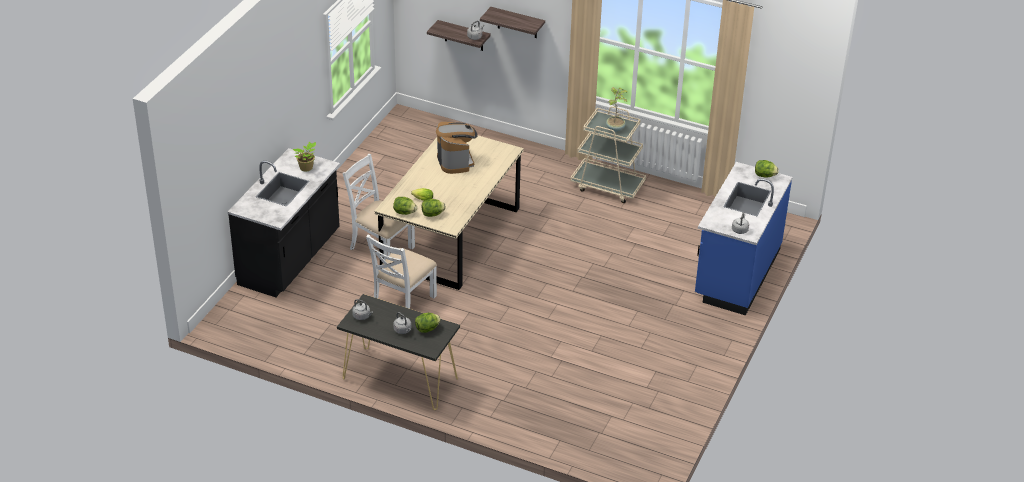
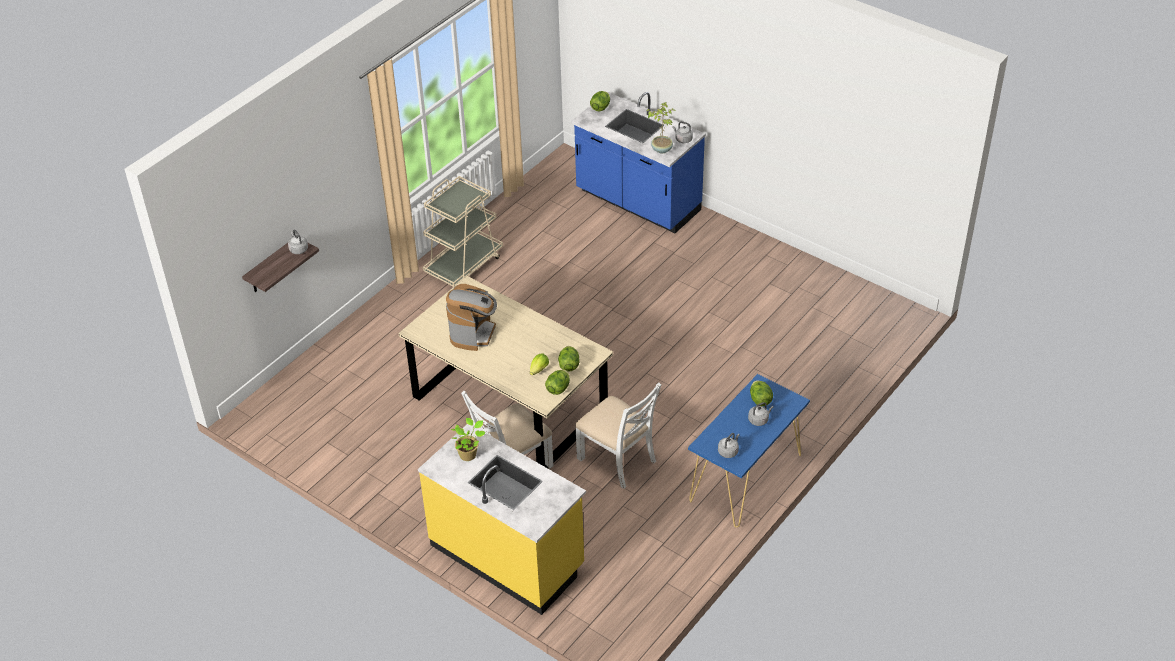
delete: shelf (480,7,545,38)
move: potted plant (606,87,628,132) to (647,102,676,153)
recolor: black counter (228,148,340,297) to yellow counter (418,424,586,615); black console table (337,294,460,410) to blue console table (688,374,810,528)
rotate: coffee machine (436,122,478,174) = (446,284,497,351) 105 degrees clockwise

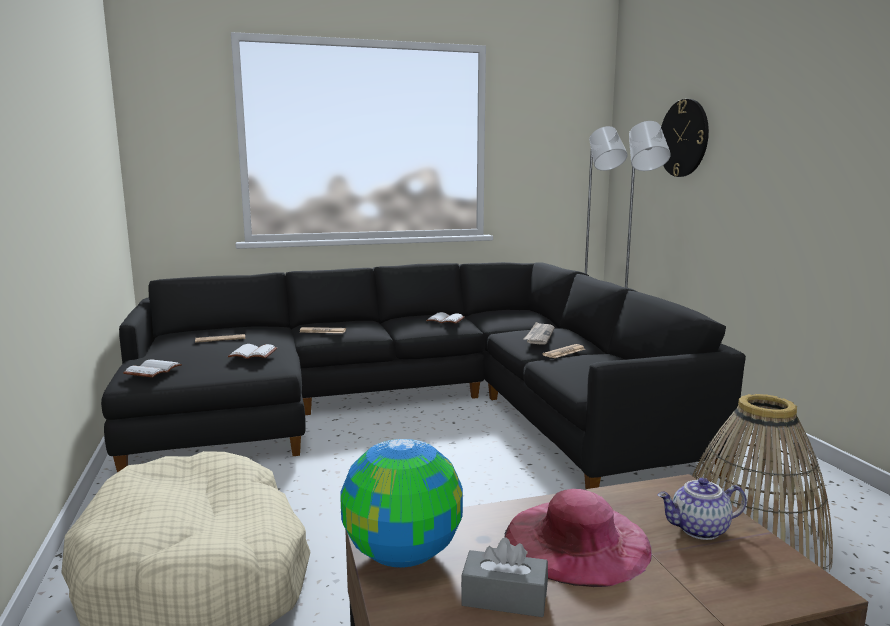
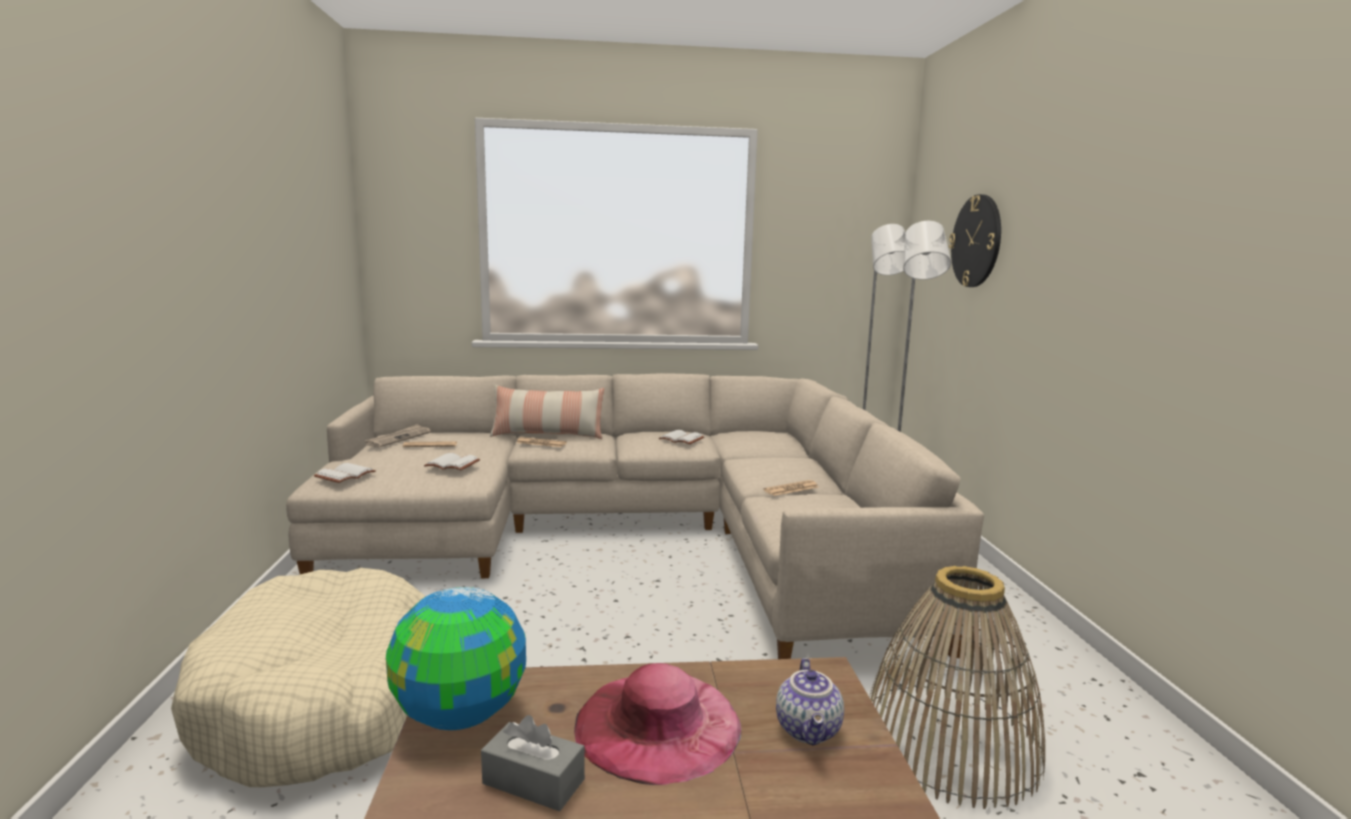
insert: pillow (490,385,604,439)
move: newspaper (524,322,555,345) to (365,424,431,448)
recolor: black sofa (101,262,746,489) to beige sofa (286,373,984,659)
rotate: teapot (658,478,747,540) = (776,658,844,746) 90 degrees counterclockwise

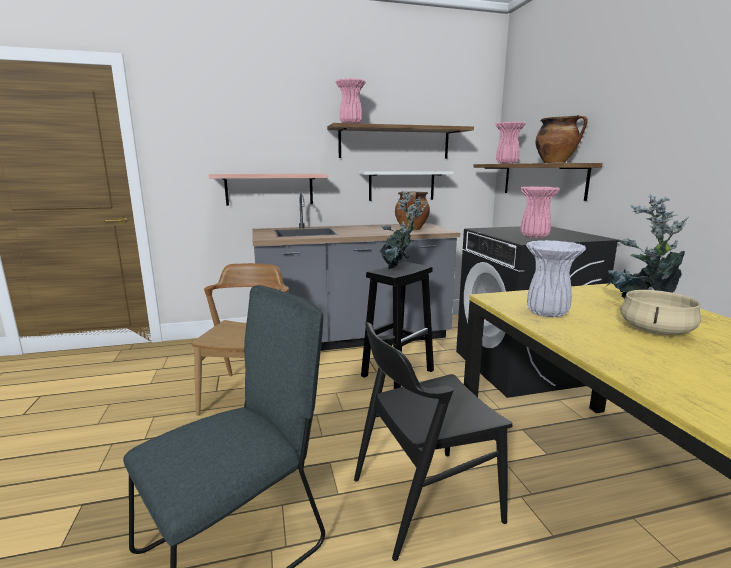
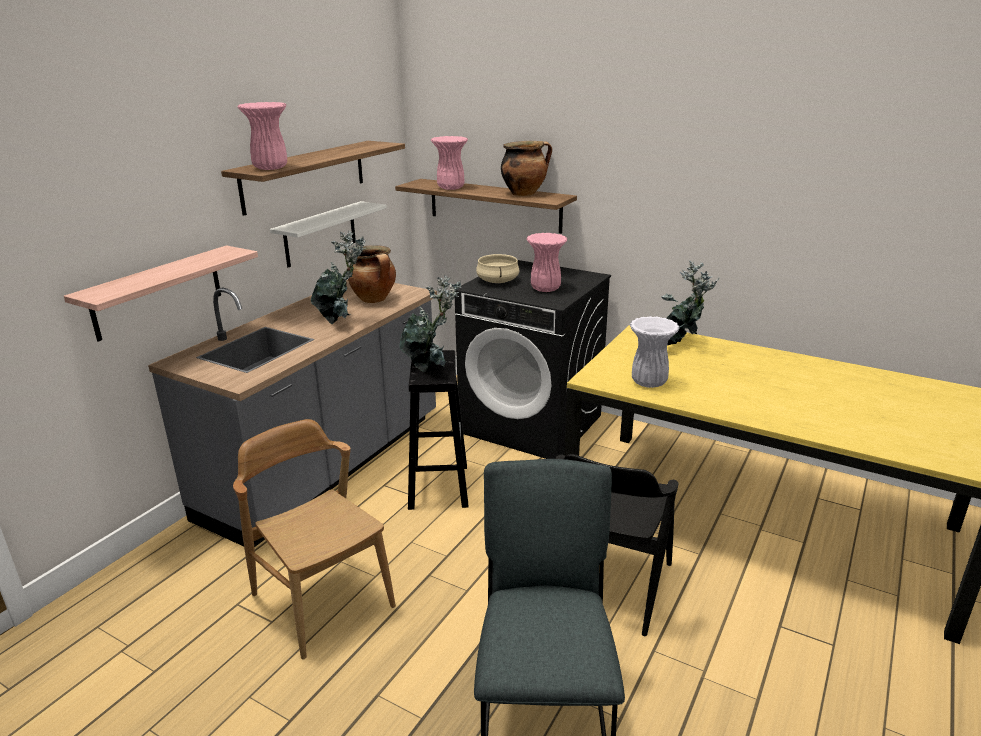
insert: potted plant (311,231,366,324)
move: beige cooking pot (620,290,701,335) to (476,254,519,283)

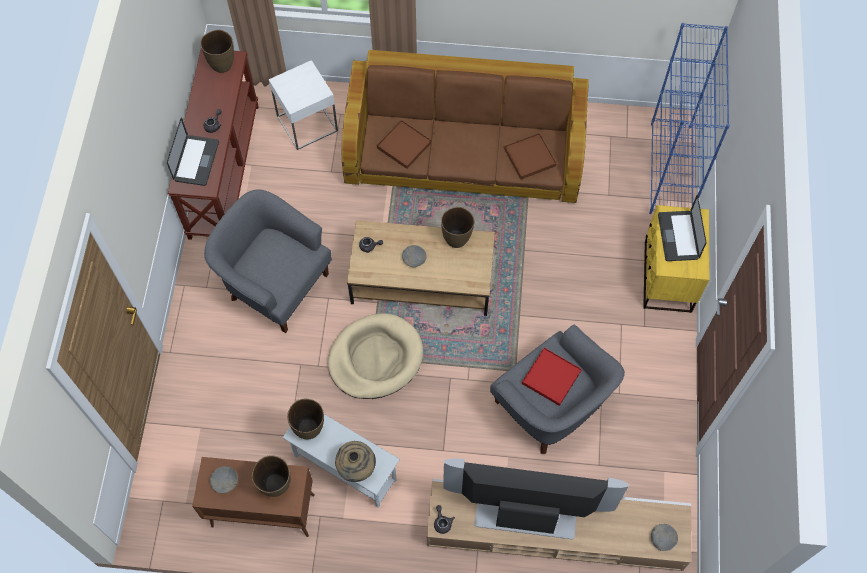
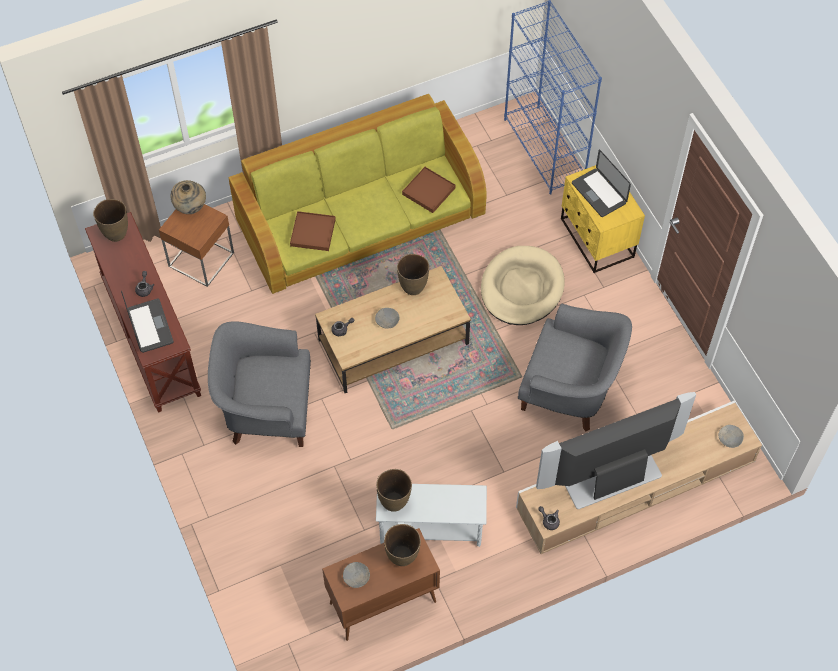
delete: red tray (522,348,582,406)
move: beige dog bed (328,313,423,399) to (481,246,565,325); beige vase (335,441,376,482) to (171,180,206,214)
recolor: white side table (269,60,338,150) to brown side table (159,204,234,287); brown sofa (342,50,589,203) to green sofa (229,94,487,294)

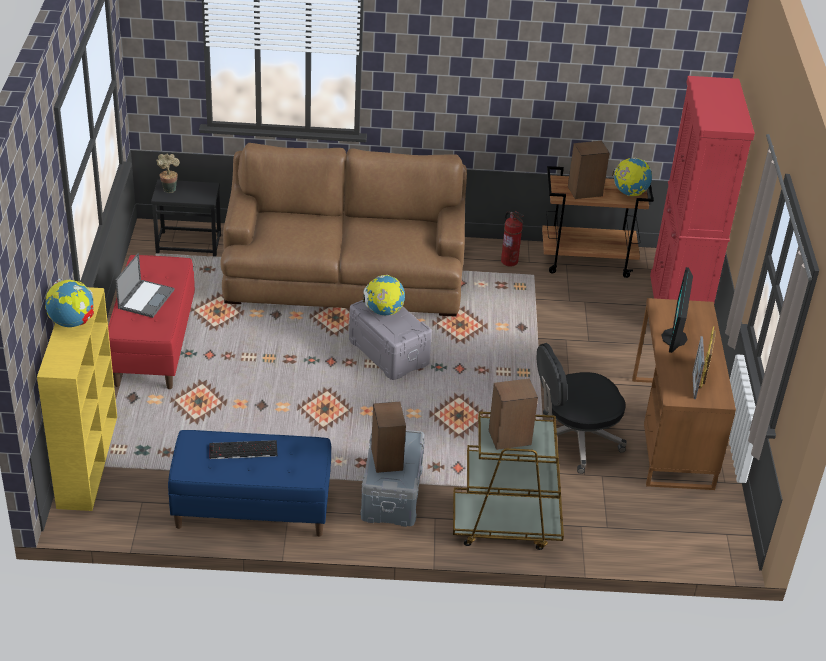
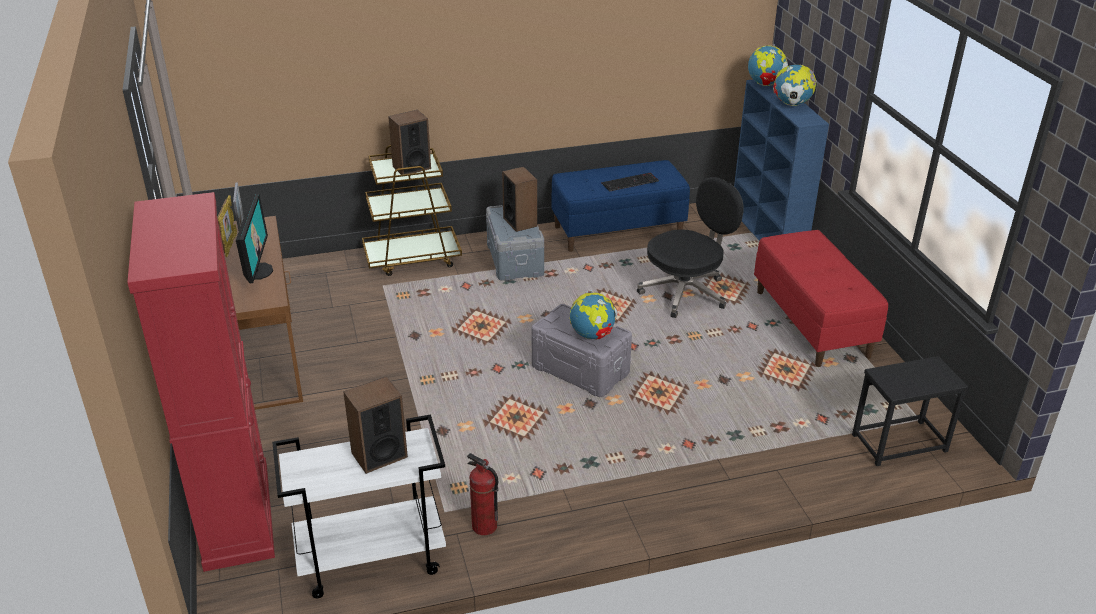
delete: laptop (115,253,174,318); potted plant (156,154,180,193); brown sofa (220,143,467,317)
move: black office chair (537,343,627,474) to (637,177,744,318); globe (612,157,652,196) to (748,44,789,86)
recolor: yellow bookcase (37,287,117,511) to blue bookcase (734,80,829,241); brown cart (542,166,653,278) to white cart (272,414,446,598)

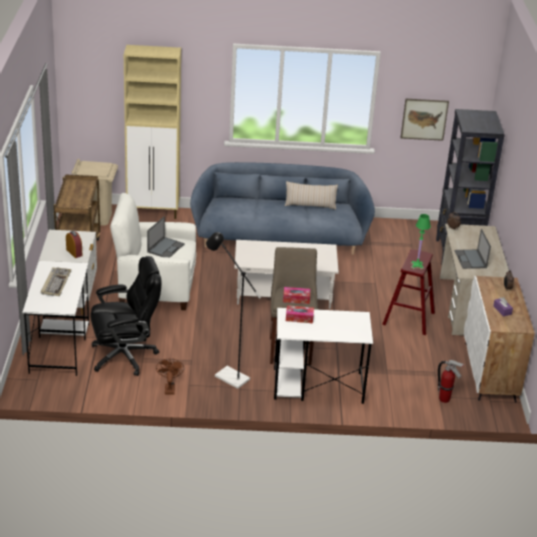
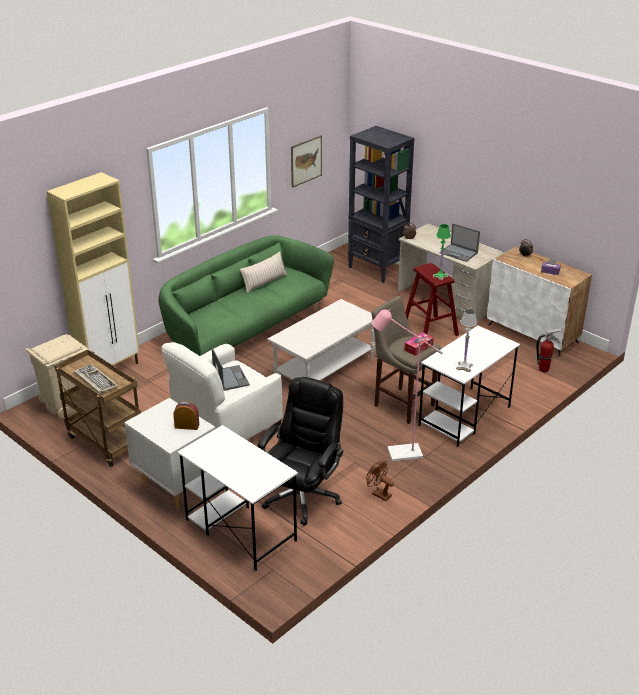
delete: tissue box (286,305,314,323)
insert: white table lamp (456,309,477,372)
move: keyboard (41,267,71,296) to (74,364,118,394)
recolor: blue sofa (190,162,375,255) to green sofa (158,235,334,356); black floor lamp (206,232,261,389) to pink floor lamp (371,309,443,461)

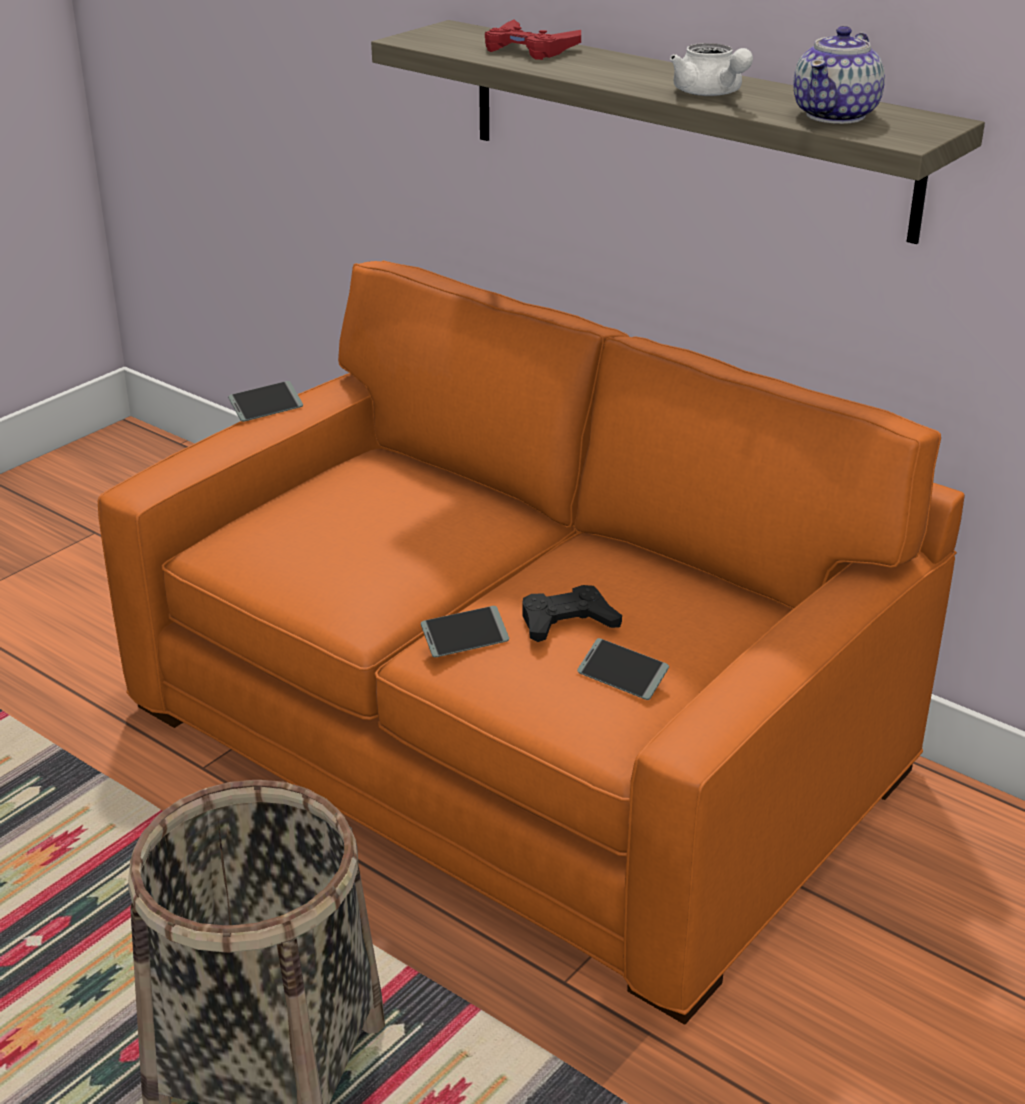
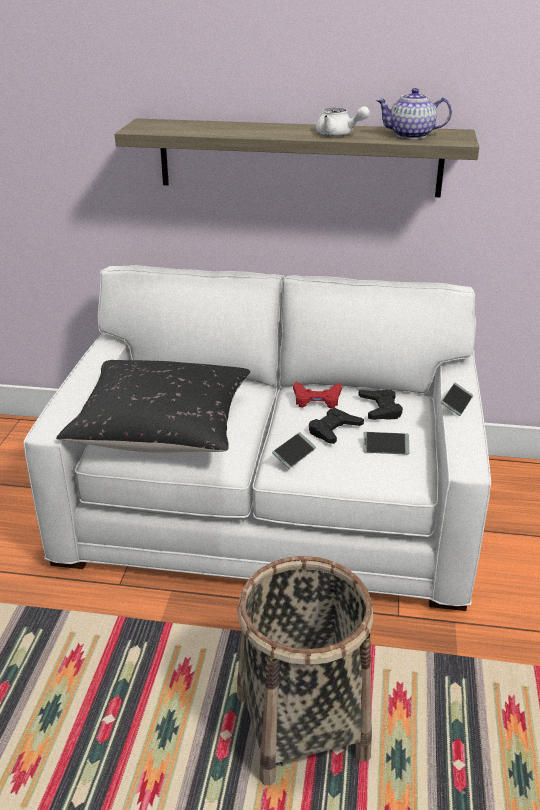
insert: black pillow (56,360,250,452); black game controller (358,390,403,420)
move: phone (228,381,303,422) to (441,383,473,416); red game controller (485,20,581,60) to (293,382,342,409)
recolor: orange sofa (98,260,965,1025) to white sofa (24,265,491,611)
rotate: teapot (793,26,885,124) = (376,88,452,139) 90 degrees clockwise

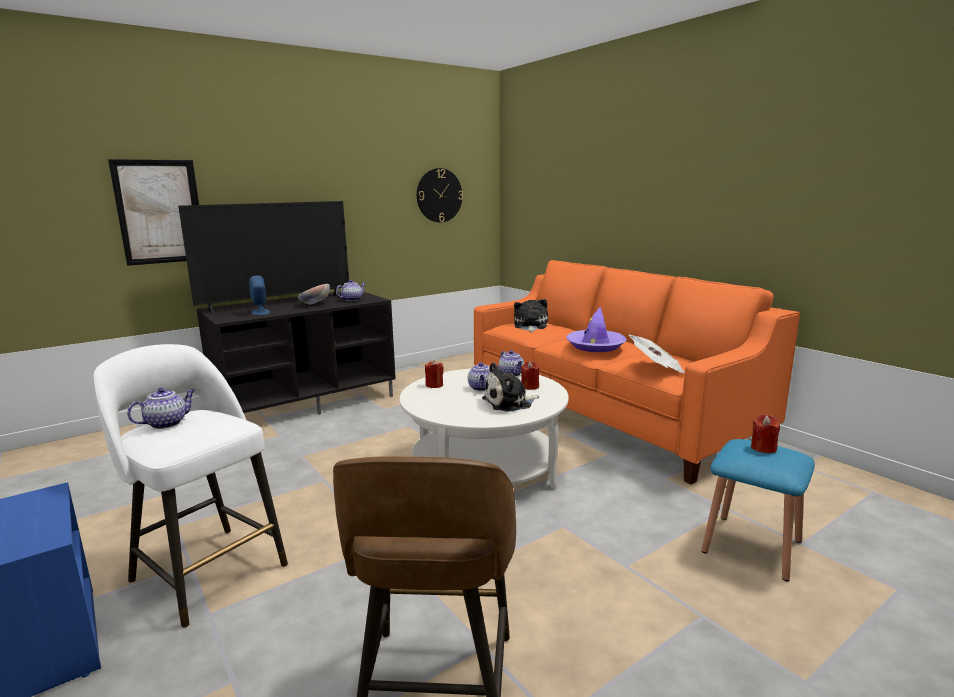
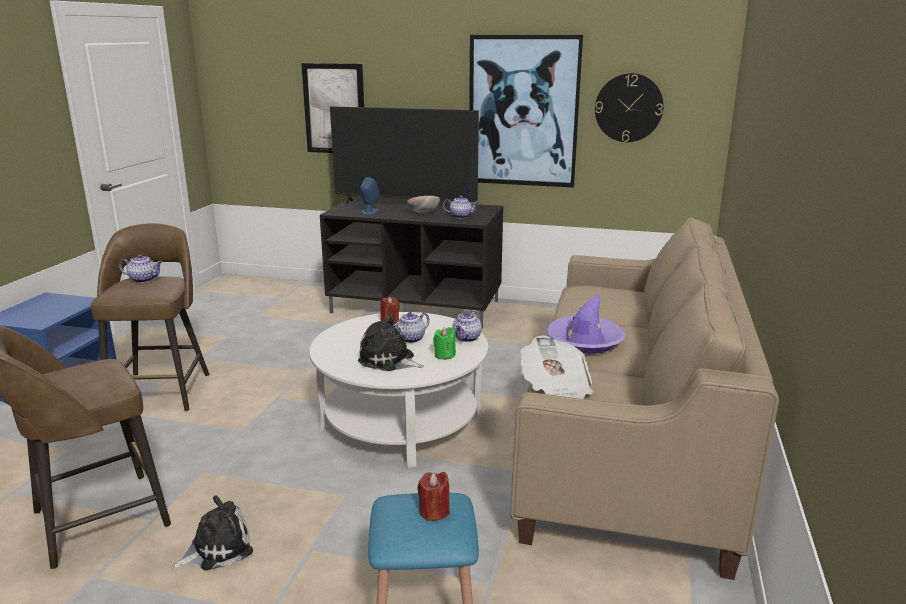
insert: picture (469,35,583,188)
move: plush toy (514,299,548,332) to (172,495,253,570)
recolor: white stool (94,344,288,628) to brown stool (91,223,209,411); orange sofa (474,260,800,484) to beige sofa (510,217,779,580); red candle (521,361,540,390) to green candle (433,327,456,360)

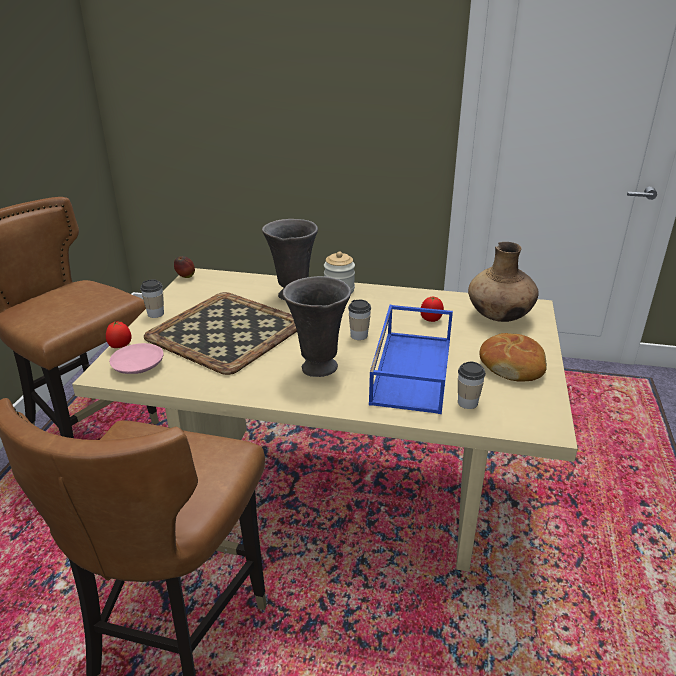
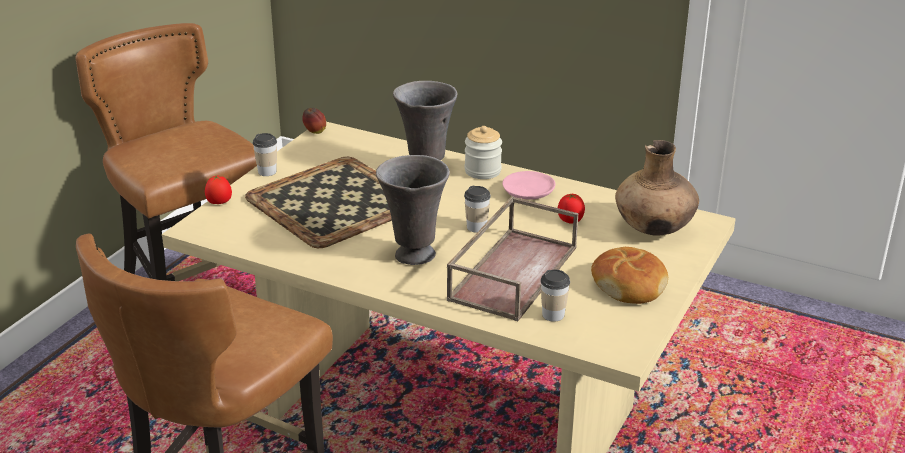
move: pink plate (109,343,164,374) to (502,171,555,200)
recolor: blue tray (369,305,453,414) to brown tray (447,196,578,321)

